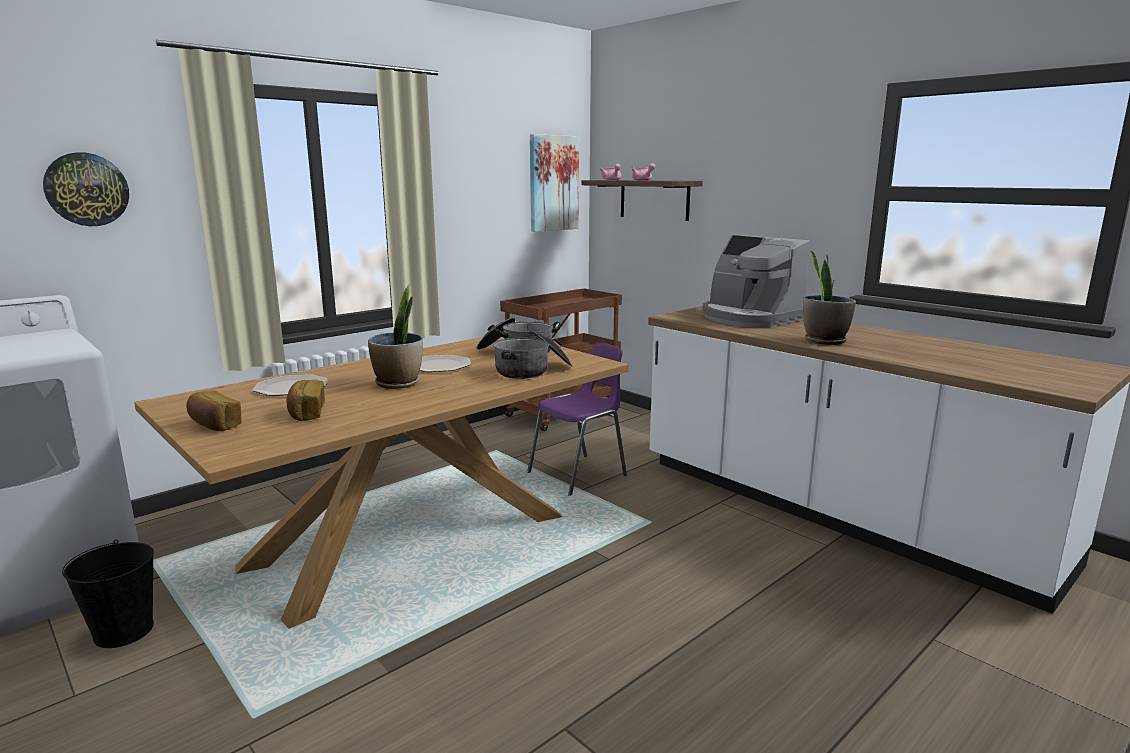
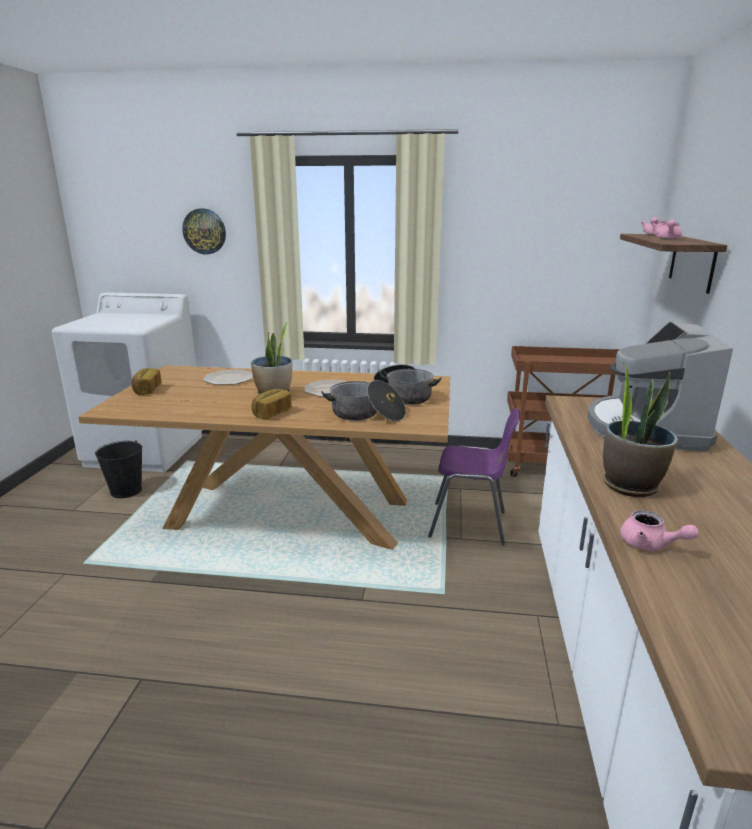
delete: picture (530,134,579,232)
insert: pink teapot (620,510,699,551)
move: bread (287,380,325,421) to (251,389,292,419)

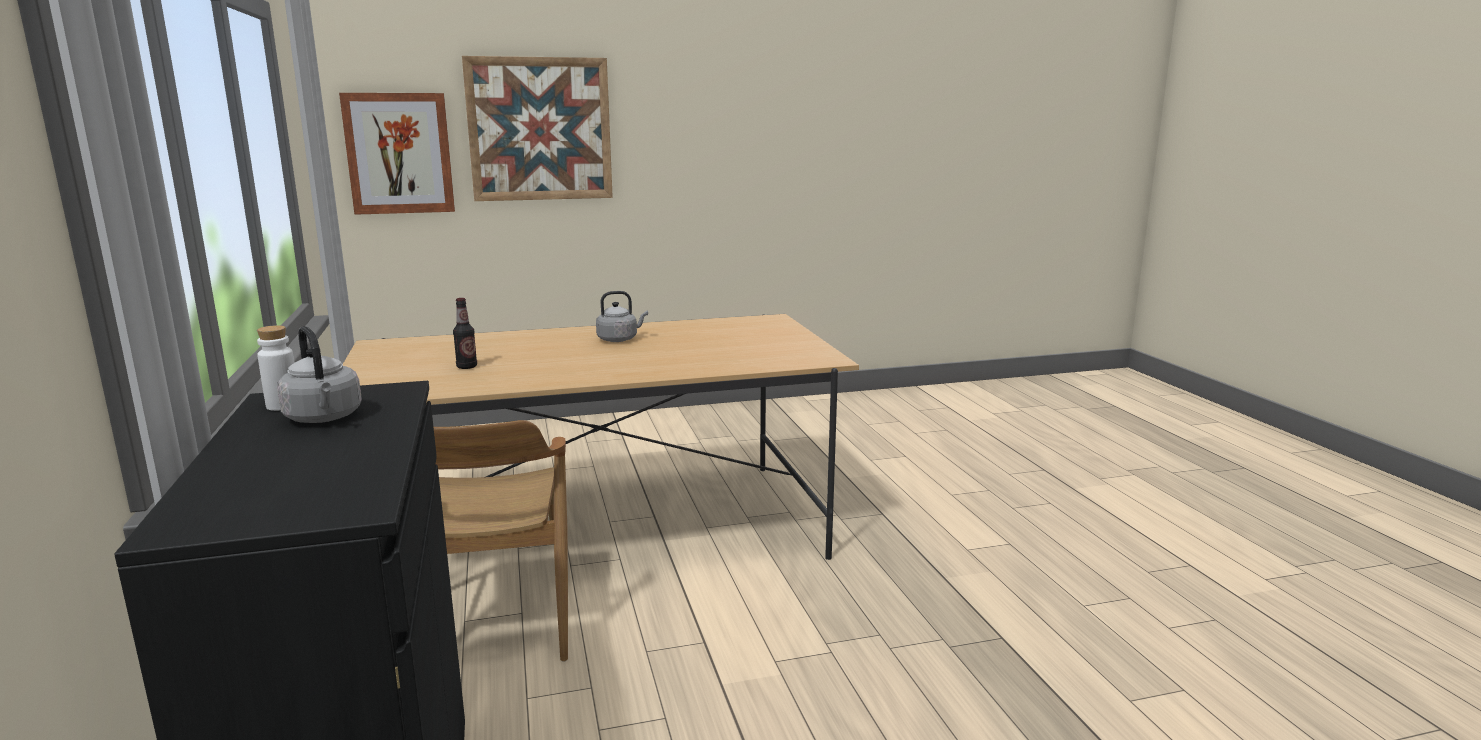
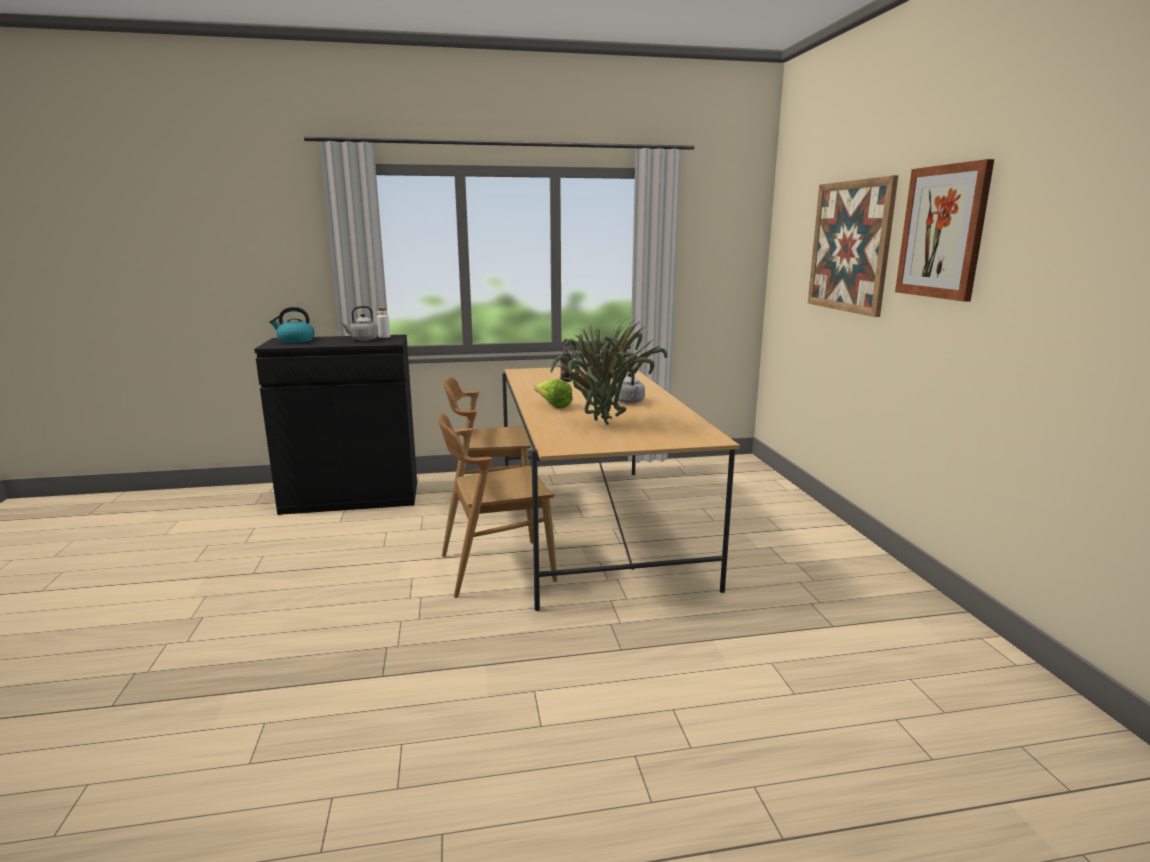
insert: kettle (270,307,315,343); brown chair (439,413,557,598); lettuce (534,379,573,408); potted plant (550,320,667,425)
move: picture (339,93,455,215) to (895,159,994,302)

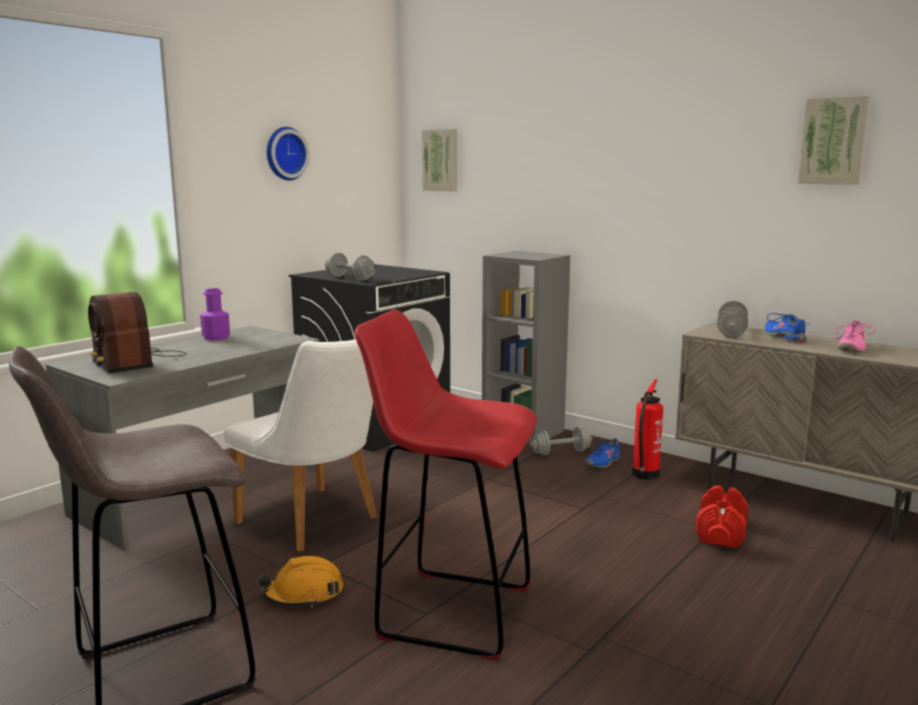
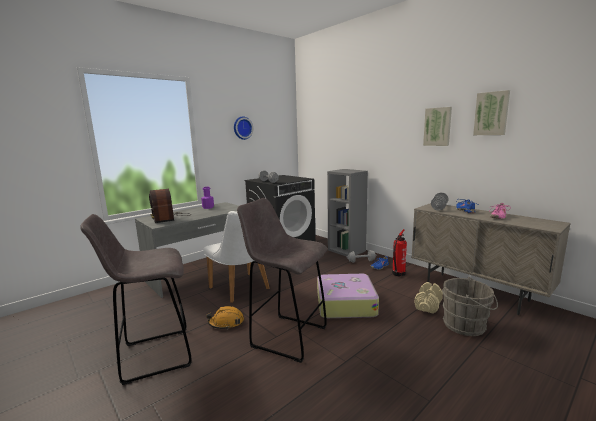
insert: suitcase (317,274,379,318); grey bucket (442,277,498,336)
move: picture (422,129,457,191) to (423,107,452,146)
recolor: red stool (355,309,537,661) to grey stool (237,198,328,363); red dumbbell (696,485,748,548) to beige dumbbell (415,282,443,314)

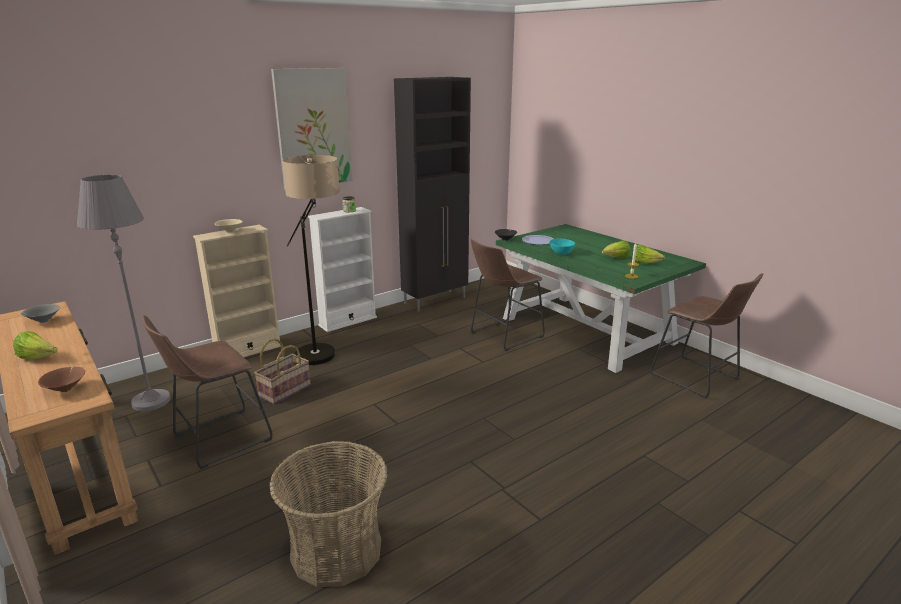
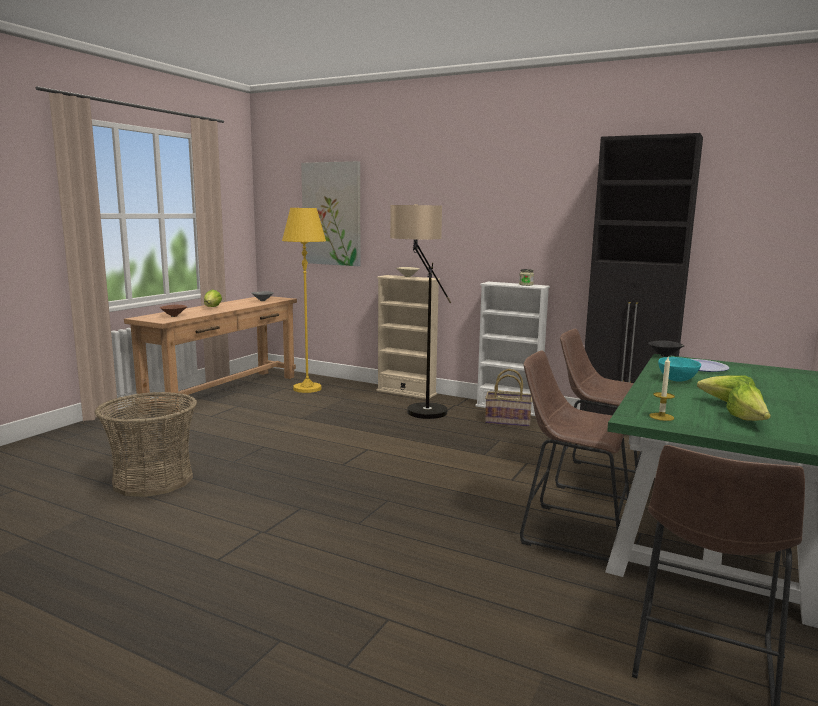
move: brown stool (142,315,273,469) to (520,350,629,561); basket (254,338,311,404) to (485,369,532,427); picture (271,68,353,189) to (301,161,360,266)
recolor: grey floor lamp (77,174,171,411) to yellow floor lamp (282,208,326,393)

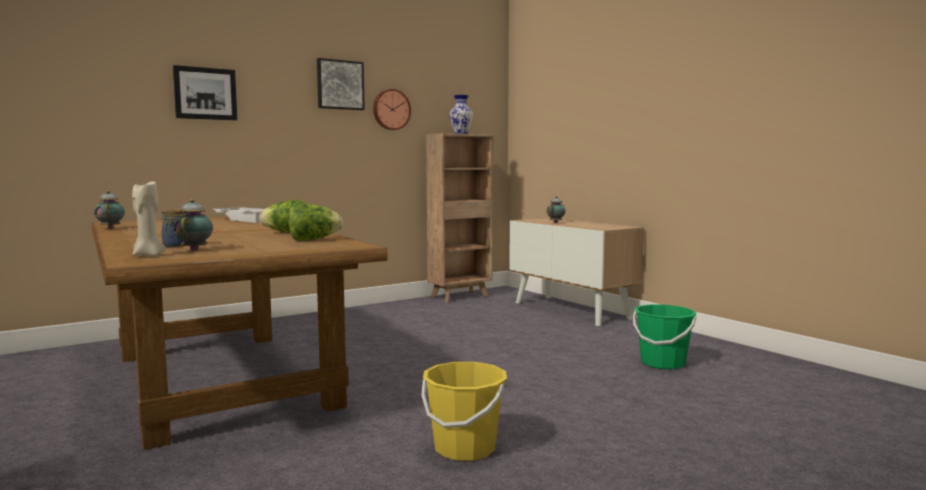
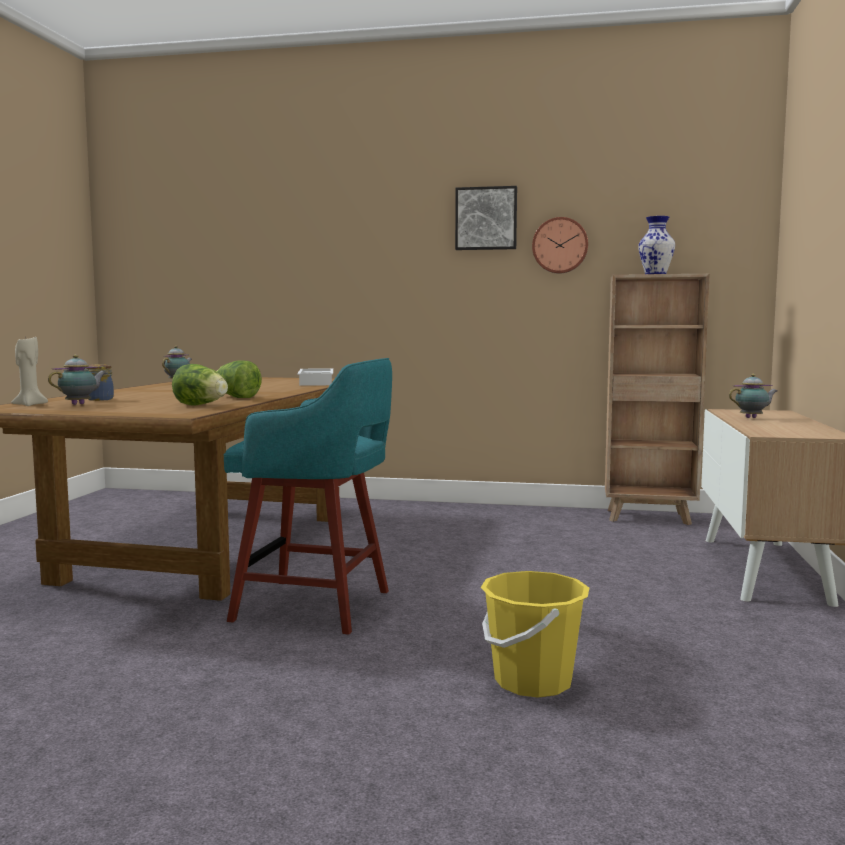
delete: picture (173,65,237,121); green bucket (633,304,697,369)
insert: turquoise stool (224,358,392,635)
move: yellow bucket (421,362,507,461) to (481,571,589,698)

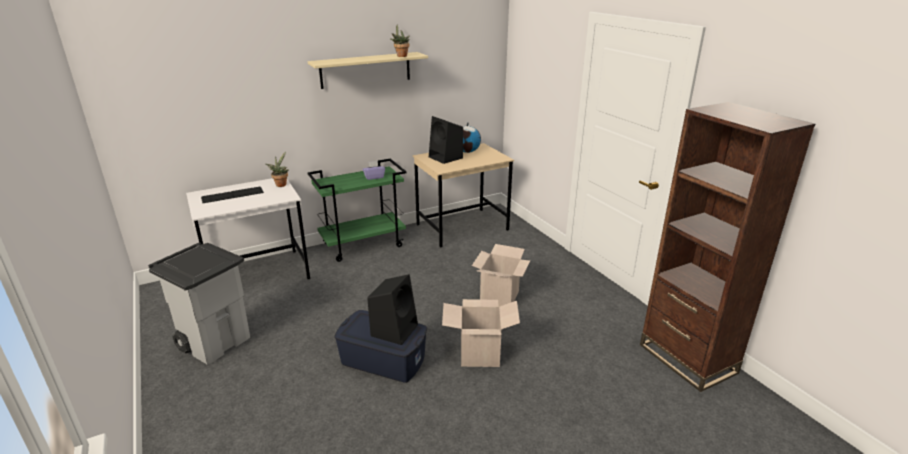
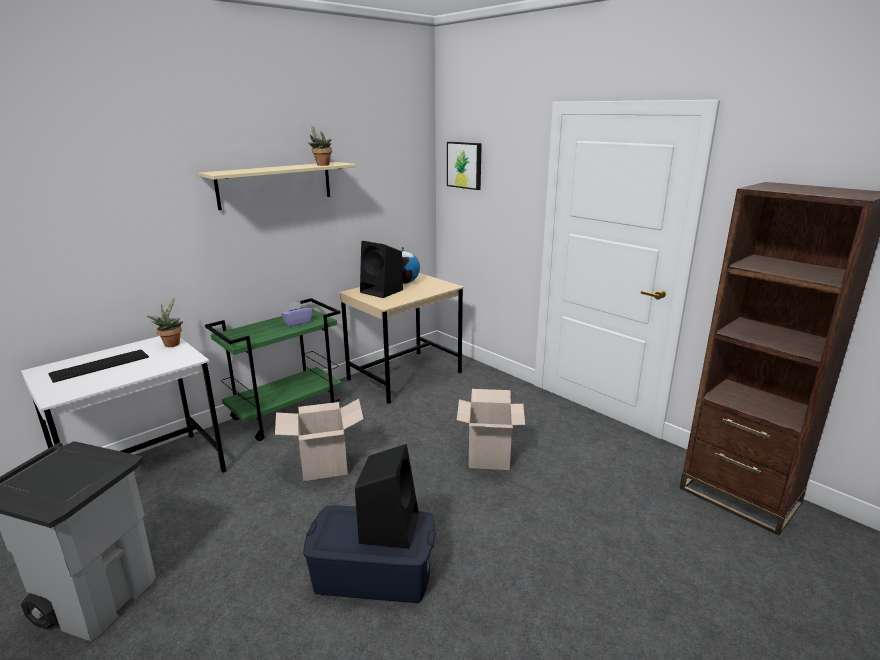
insert: picture (447,142,482,190)
move: cardboard box (442,299,520,367) to (275,399,363,481)

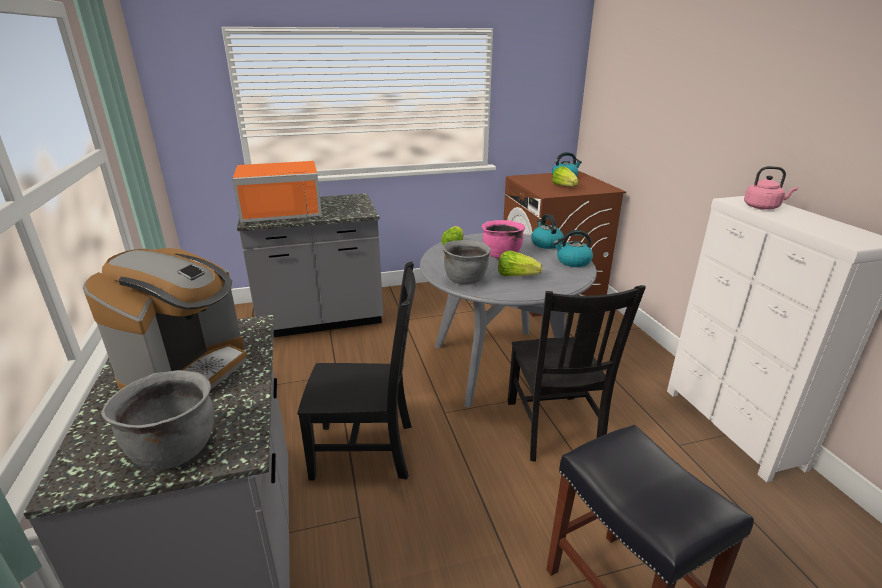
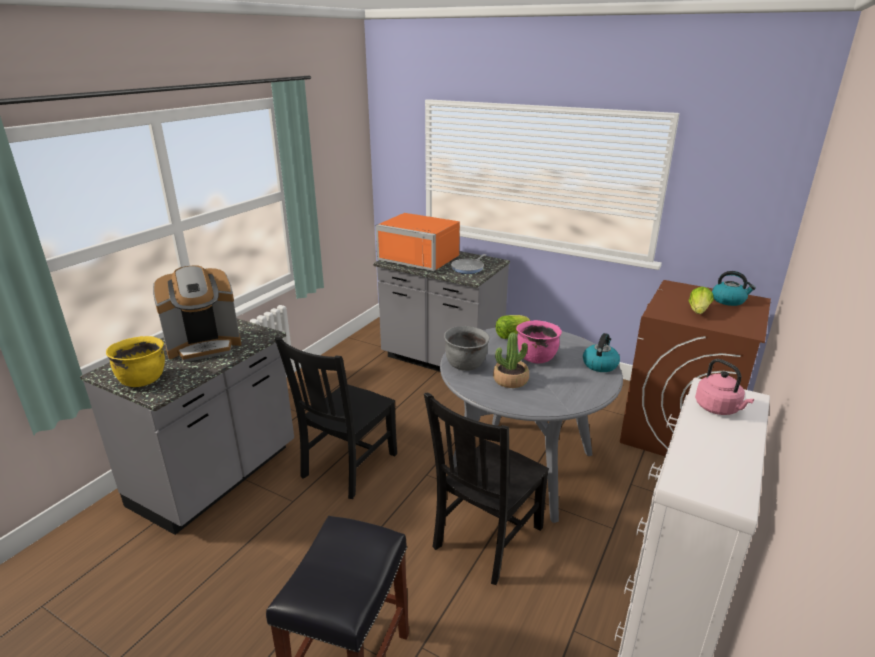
delete: kettle (553,230,593,267)
insert: frying pan (451,254,486,274)
replace: lettuce (498,250,542,276) to potted plant (493,332,529,388)
recolor: grey cooking pot (101,370,214,470) to yellow cooking pot (106,336,165,387)
rotate: black chair (298,261,416,480) = (275,337,397,499) 75 degrees clockwise

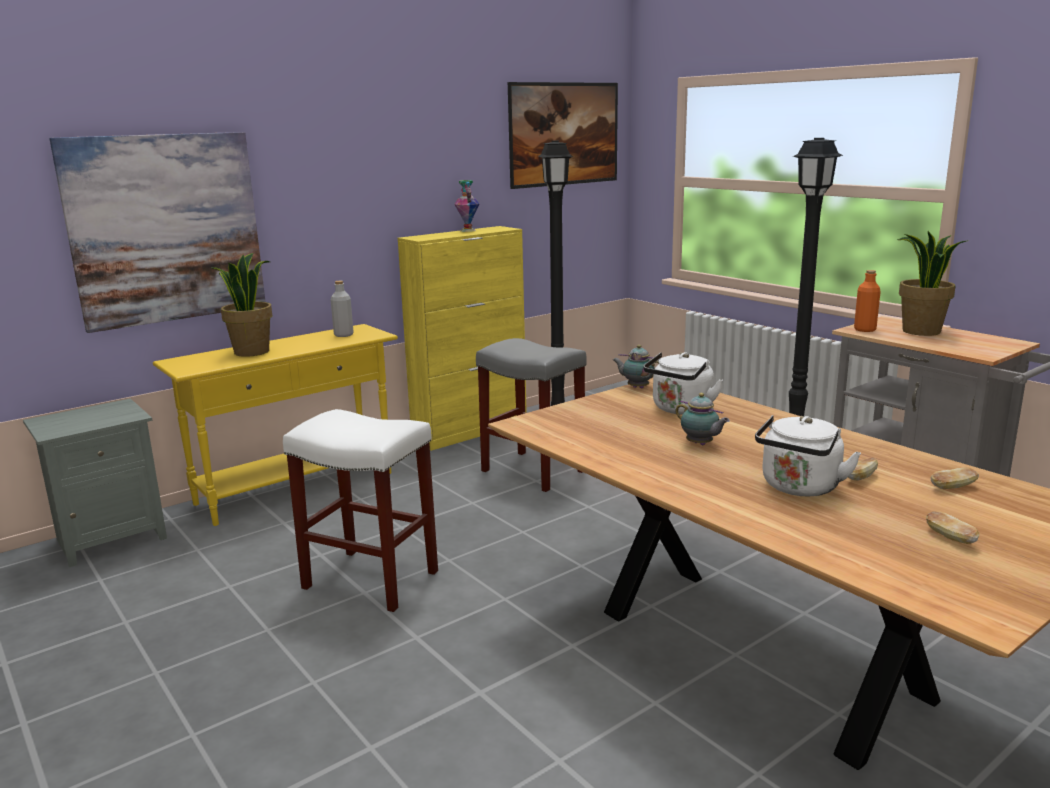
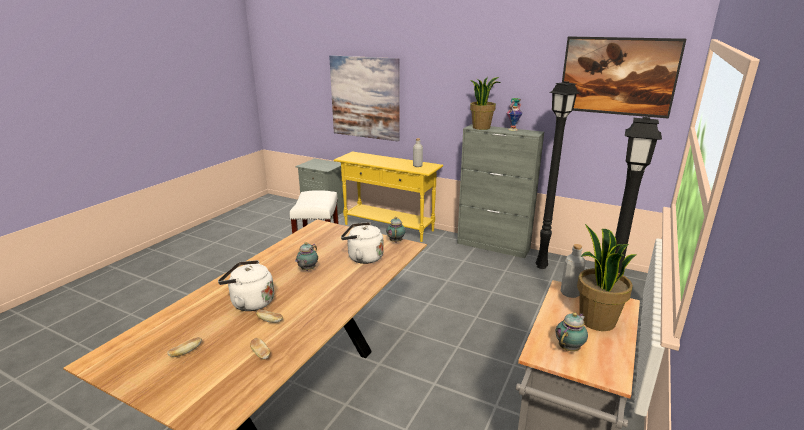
delete: grey stool (476,338,587,492)
insert: teapot (556,312,588,352)
move: potted plant (213,253,272,357) to (470,77,500,130)
recolor: yellow cabinet (398,226,527,451) to grey cabinet (457,124,544,258); orange bottle (854,270,881,332) to grey bottle (560,244,586,298)

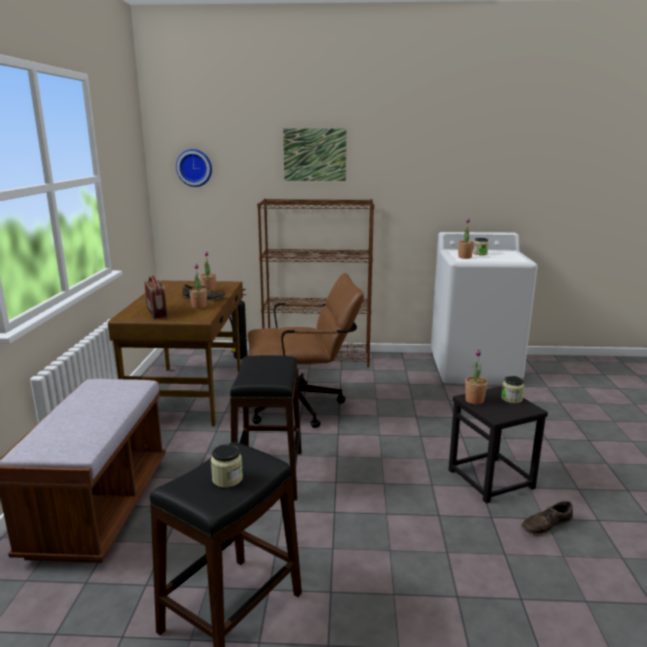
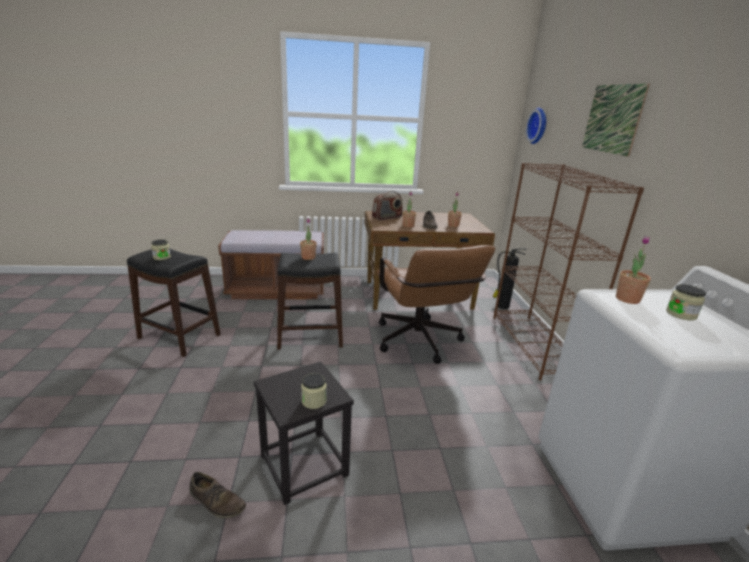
move: potted plant (465,349,488,405) to (300,218,317,260)
rotate: brown shoe (521,501,573,536) = (190,472,246,518) 150 degrees clockwise

